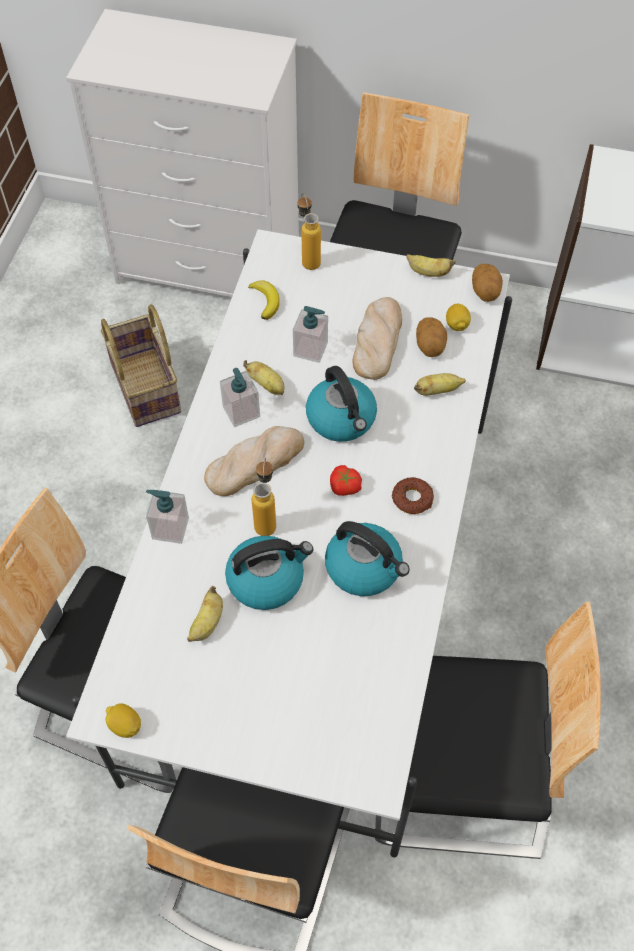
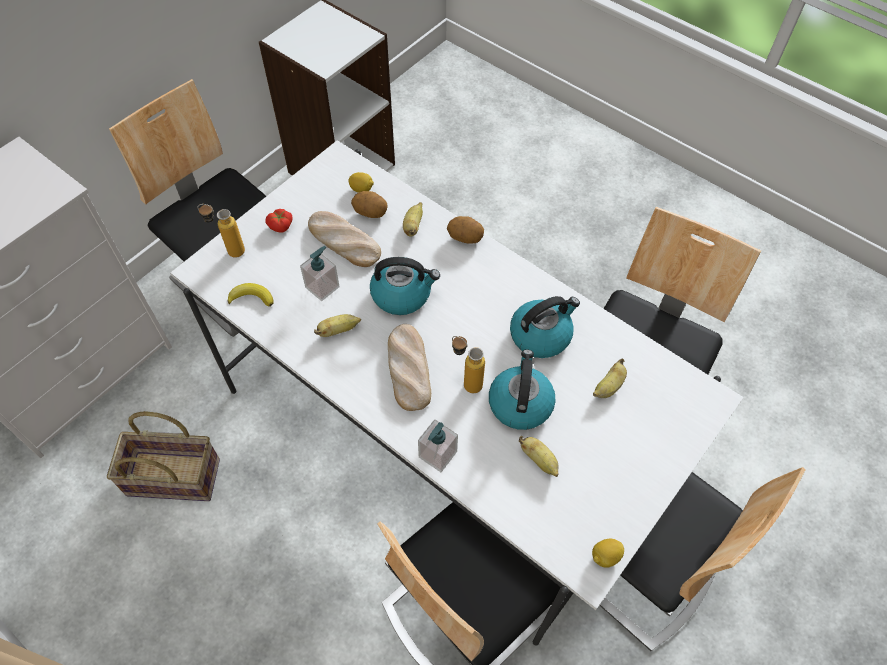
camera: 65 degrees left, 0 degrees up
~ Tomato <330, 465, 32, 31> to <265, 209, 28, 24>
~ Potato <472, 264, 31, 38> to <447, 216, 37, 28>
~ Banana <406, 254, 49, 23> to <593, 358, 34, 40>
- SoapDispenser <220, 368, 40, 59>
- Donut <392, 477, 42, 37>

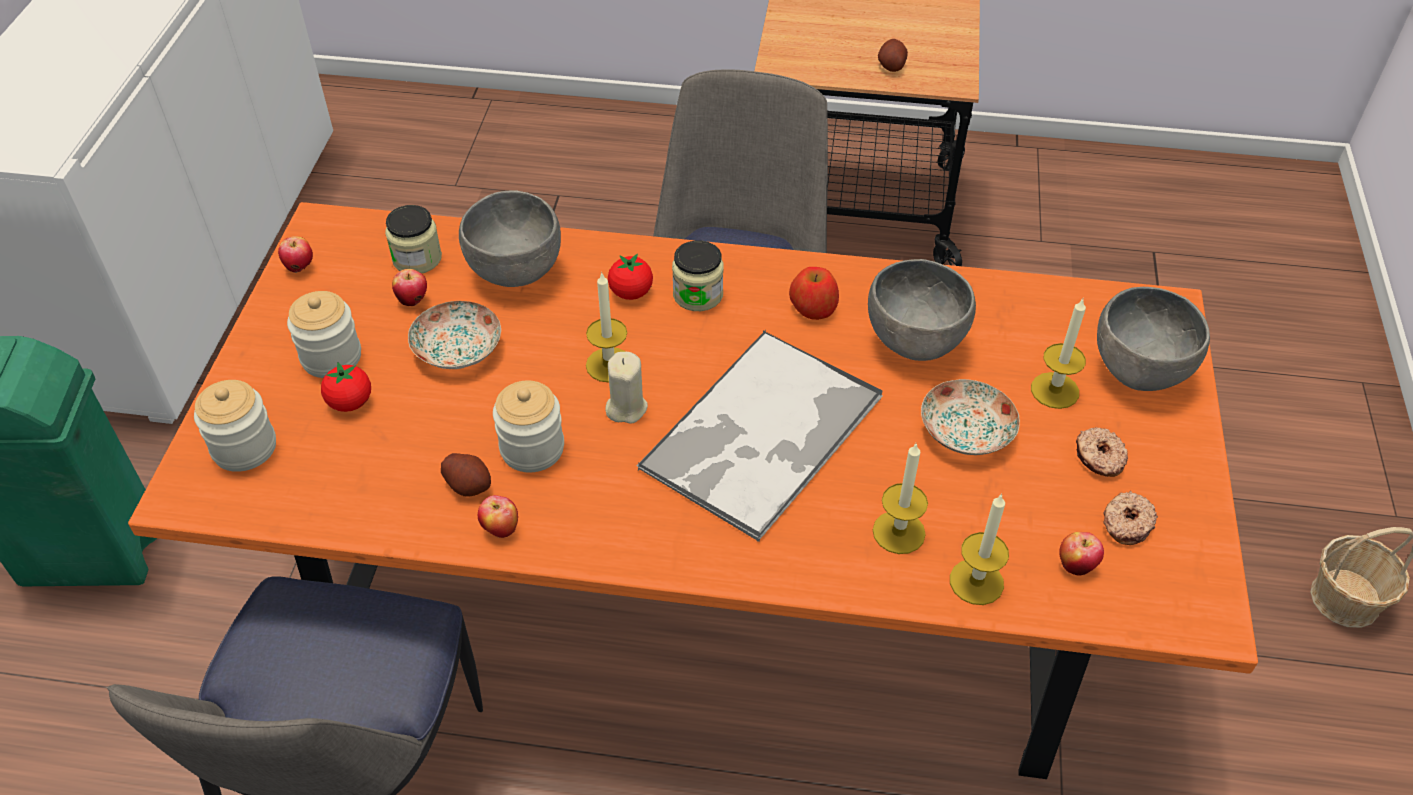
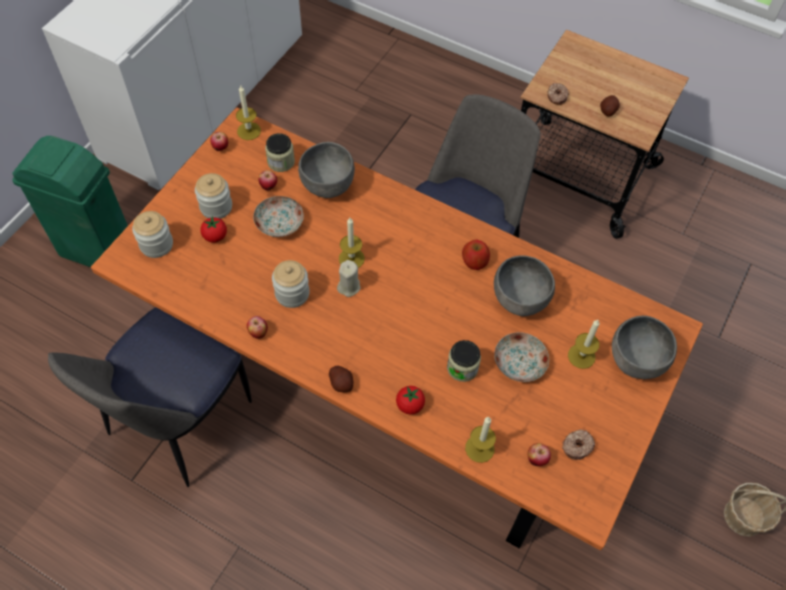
camera: 20 degrees right, 10 degrees up
~ Candle <873, 444, 55, 110> to <236, 85, 25, 55>
~ Potato <441, 453, 50, 44> to <329, 366, 24, 26>
~ Tomato <608, 253, 45, 47> to <396, 386, 29, 29>
~ Jar <672, 241, 52, 70> to <447, 340, 34, 42>
~ Donut <1076, 427, 52, 50> to <547, 83, 22, 22>
- Tray <636, 330, 247, 212>

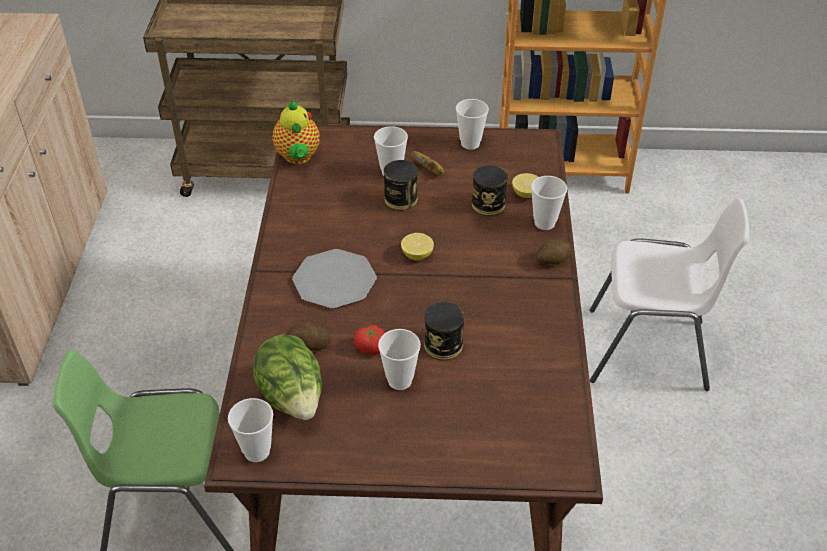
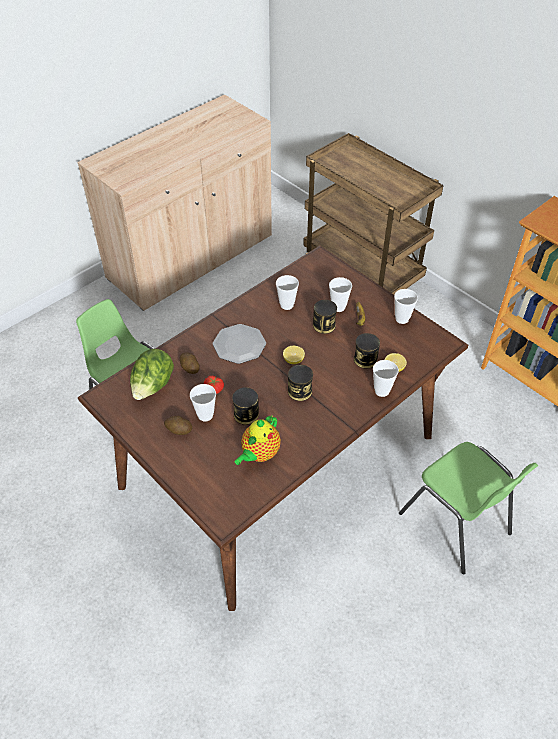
camera: 45 degrees right, 5 degrees up
~ Potato <536, 239, 36, 26> to <164, 416, 28, 19>
~ Teapot <273, 100, 47, 64> to <235, 414, 46, 51>
~ Cup <228, 398, 45, 64> to <276, 275, 23, 35>
+ Can <288, 365, 25, 36>
~ WhiteChair <590, 198, 159, 193> to GreenChair <399, 442, 139, 132>

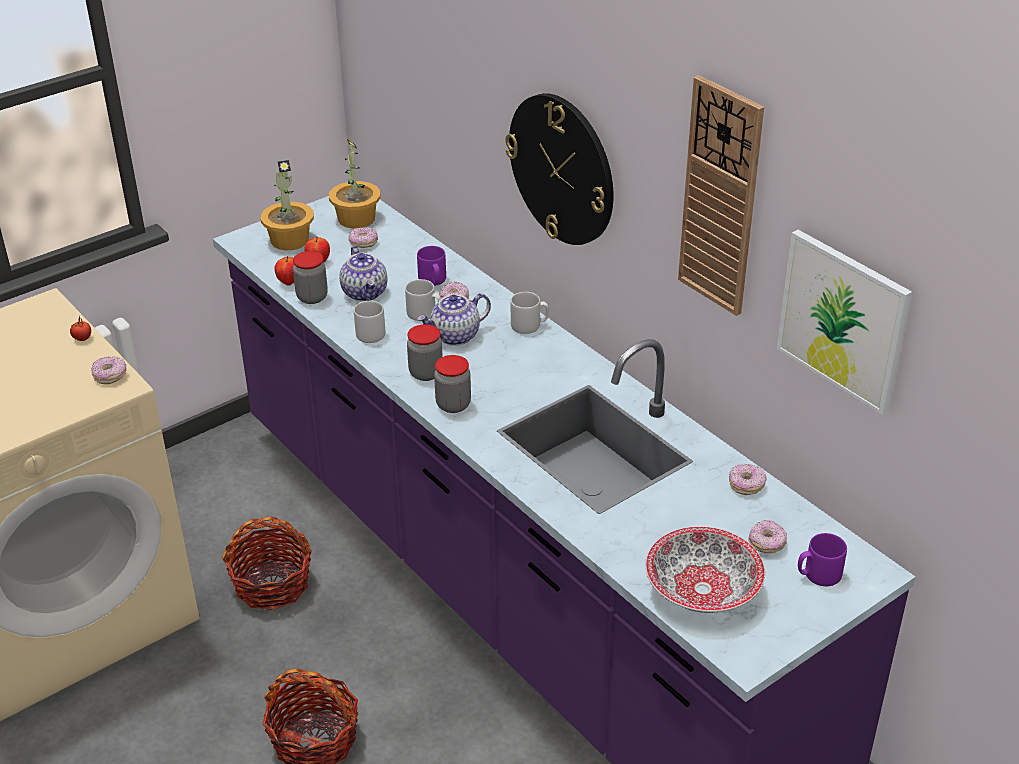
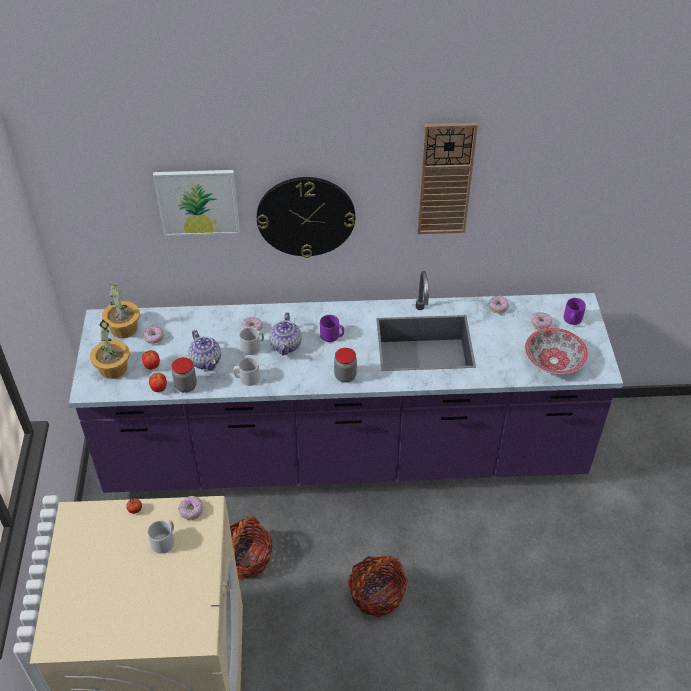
camera: 55 degrees left, 10 degrees up
~ GreyMug <511, 292, 38, 42> to <148, 520, 26, 34>
~ Picture <776, 230, 136, 185> to <153, 170, 87, 66>
~ Teapot <339, 246, 48, 55> = <188, 330, 33, 41> 45 degrees clockwise
~ PurpleMug <417, 246, 29, 40> to <320, 315, 24, 27>
- Jar <407, 324, 36, 57>

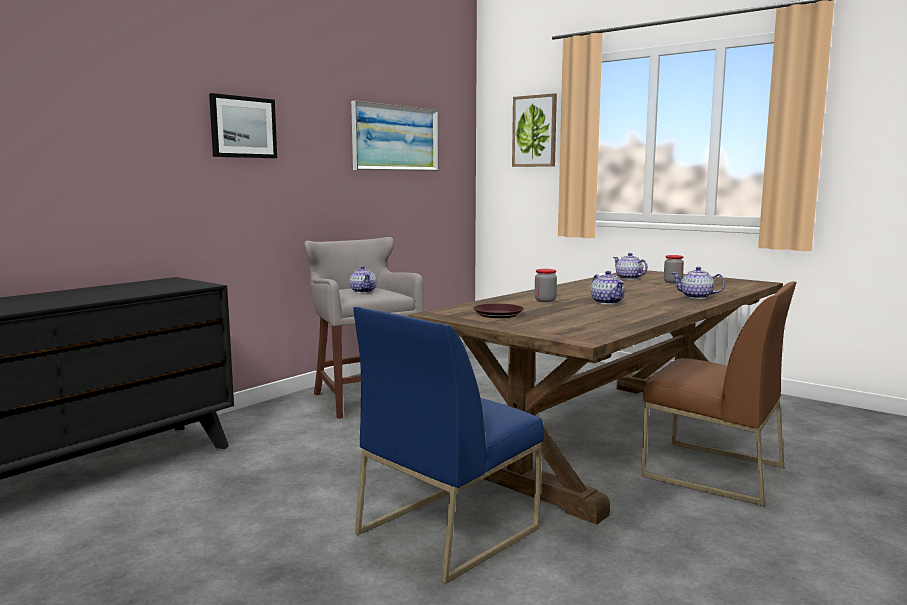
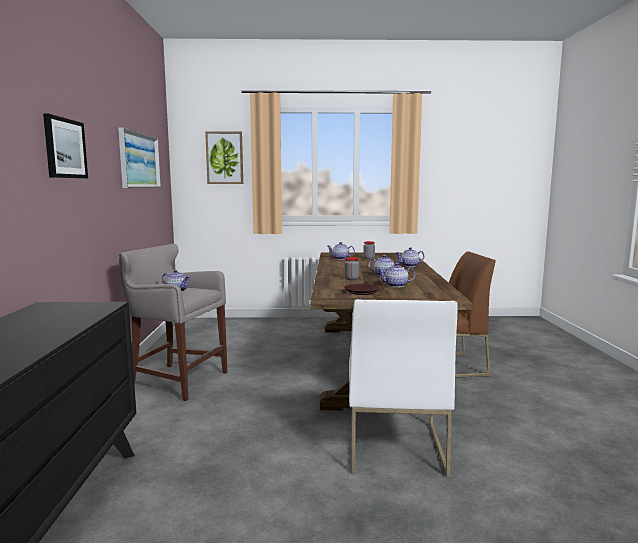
camera: 40 degrees left, 0 degrees up
~ BlueChair <353, 307, 191, 277> to WhiteChair <349, 299, 108, 178>
+ Teapot <378, 263, 37, 24>

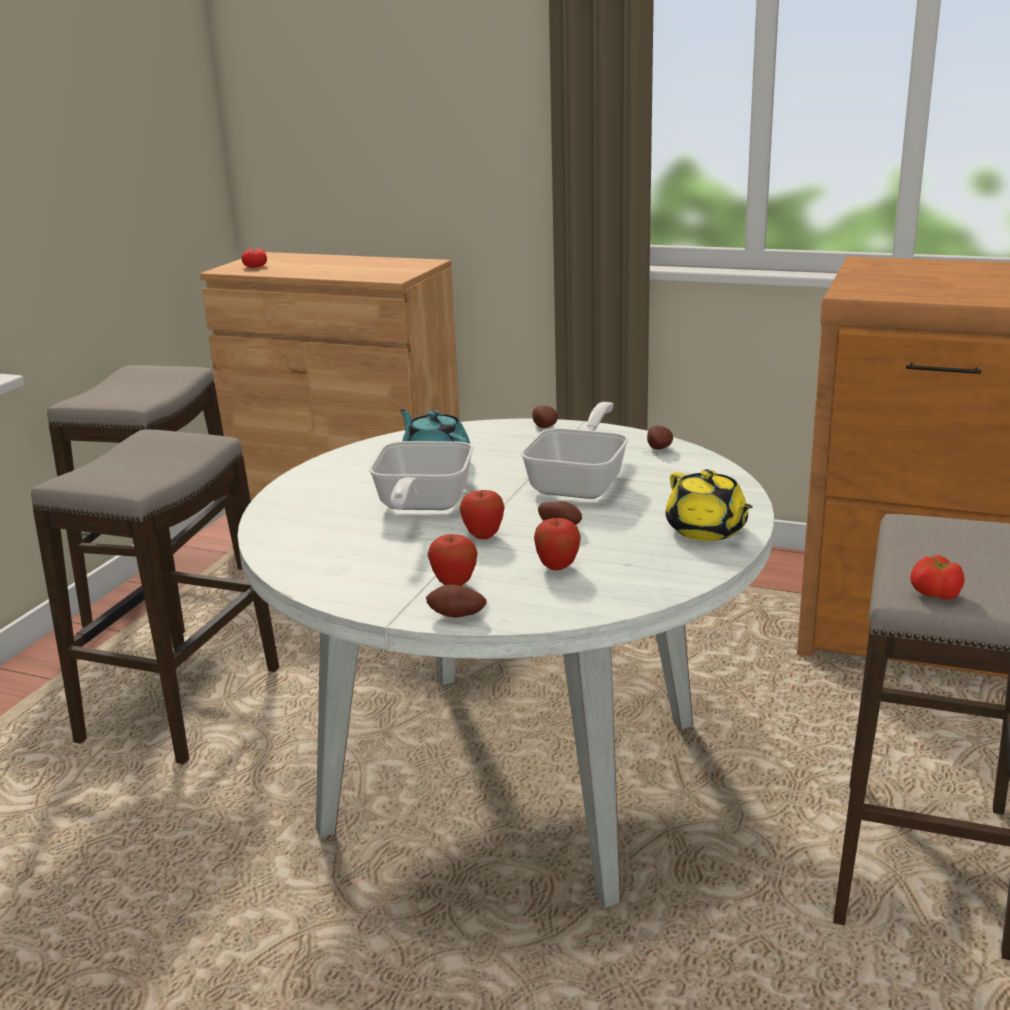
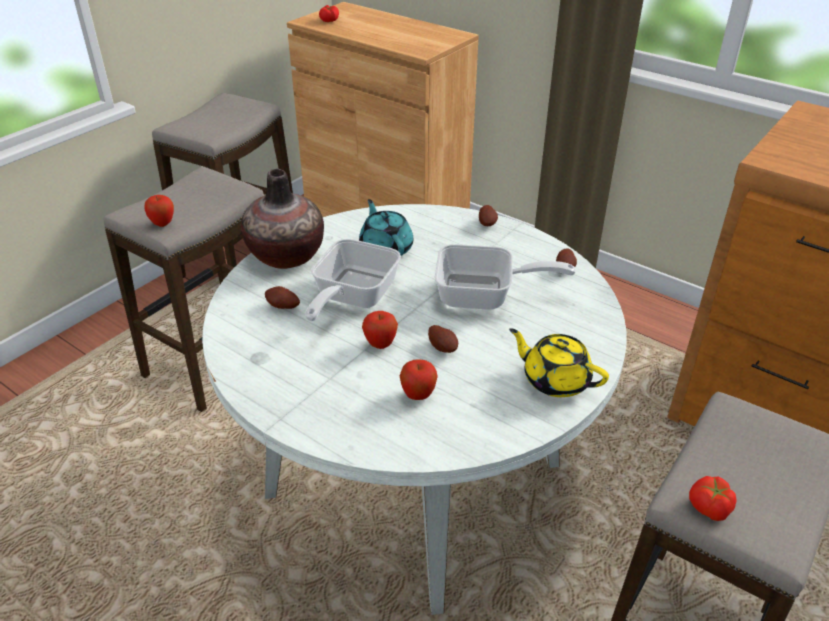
camera: 15 degrees right, 15 degrees up
~ Apple <427, 534, 51, 52> to <144, 195, 30, 32>
+ Vase <241, 169, 83, 100>
~ Potato <426, 585, 61, 33> to <265, 286, 35, 23>
~ FryingPan <521, 402, 108, 97> = <435, 244, 140, 66> 60 degrees clockwise
~ YellowTeapot <666, 469, 87, 72> = <509, 328, 100, 69> 135 degrees clockwise

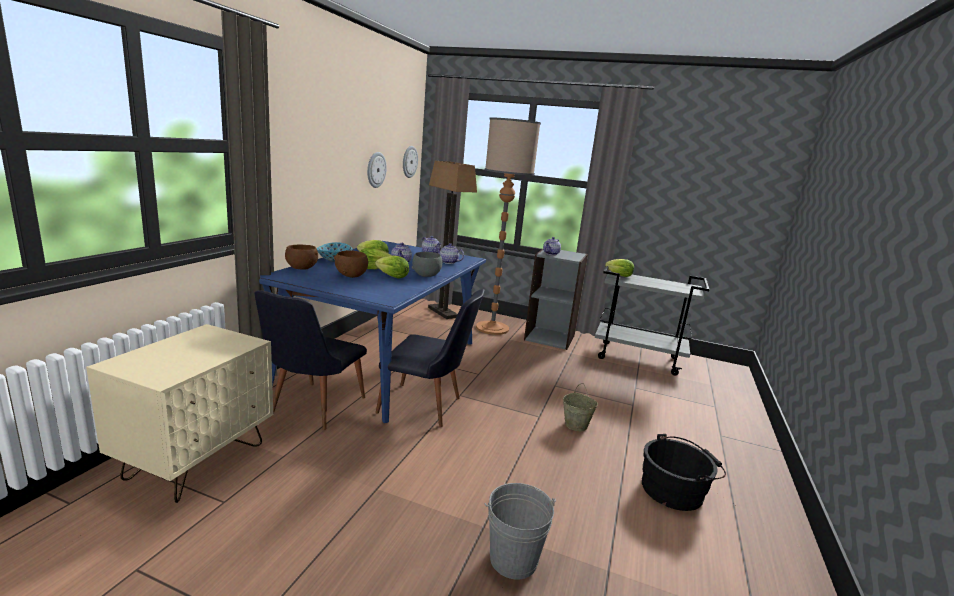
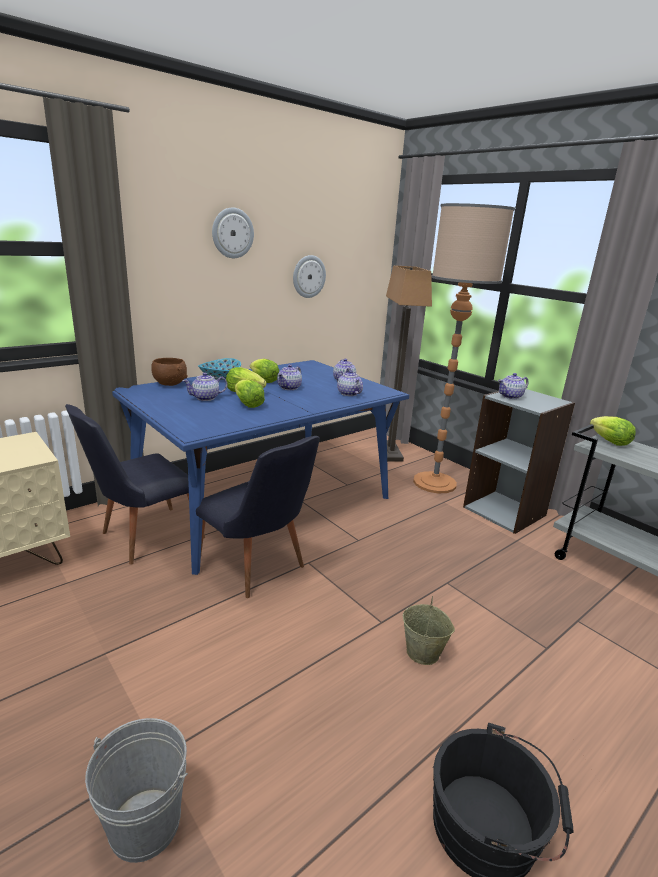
camera: 30 degrees right, 5 degrees up
~ BrownBowl <334, 250, 34, 28> to Teapot <183, 373, 44, 28>
~ WallClock <403, 146, 15, 32> to <212, 208, 42, 50>
- GreyBowl <412, 252, 30, 25>

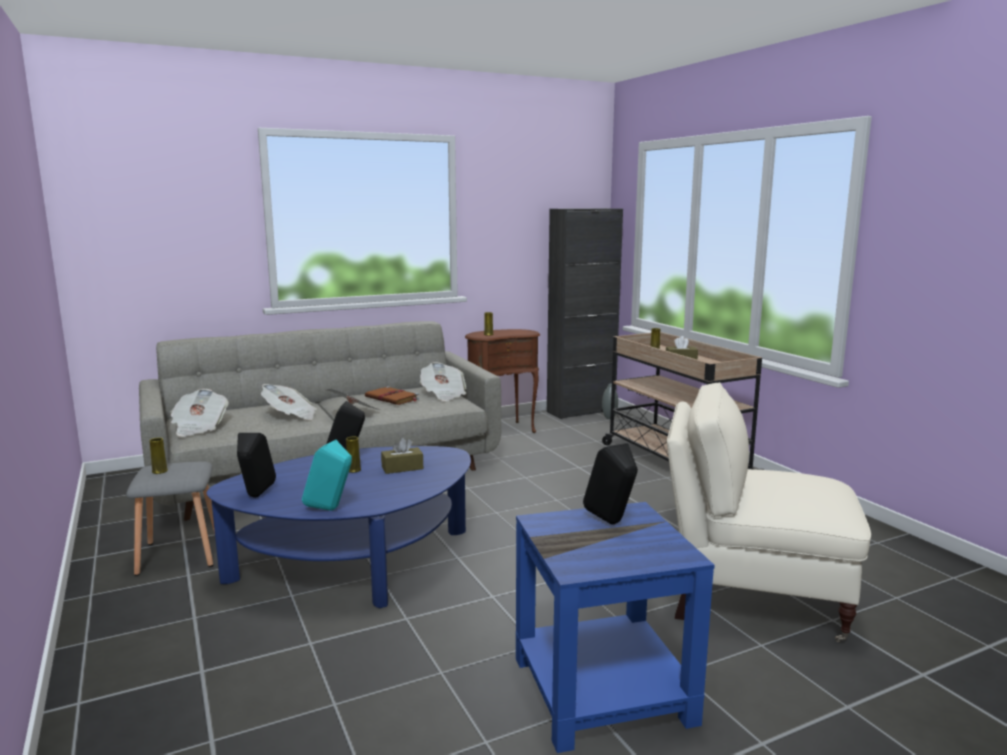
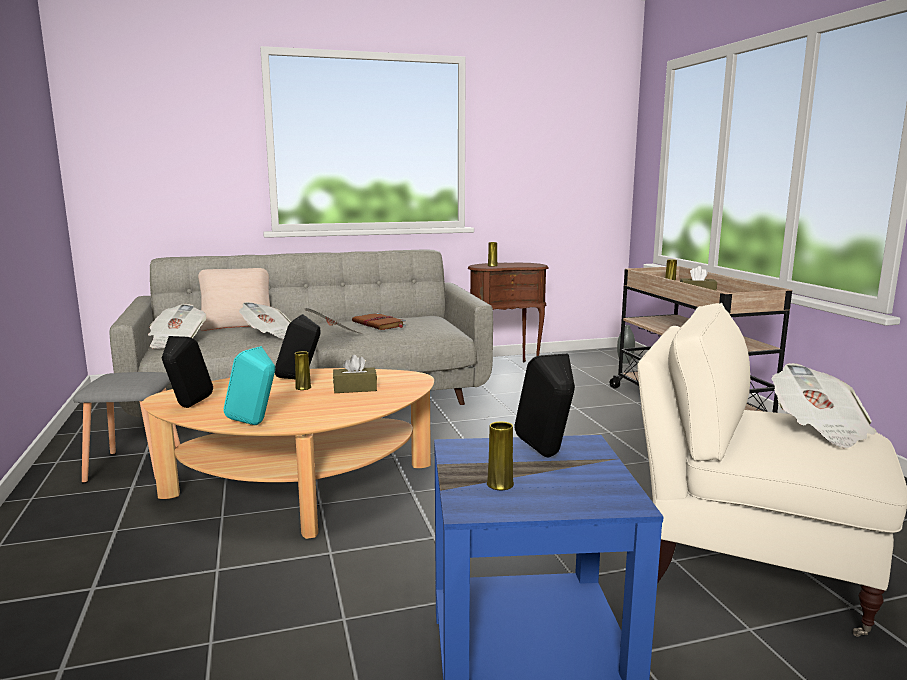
camera: 10 degrees right, 0 degrees up
~ BlueCoffeeTable <207, 446, 264, 162> to BeigeCoffeeTable <142, 368, 292, 171>
+ BeigePillow <198, 268, 72, 63>
~ YellowVase <149, 438, 19, 36> to <487, 421, 27, 69>
~ Newspaper <420, 362, 46, 39> to <772, 363, 105, 85>
- BlackCabinet <547, 208, 76, 211>

